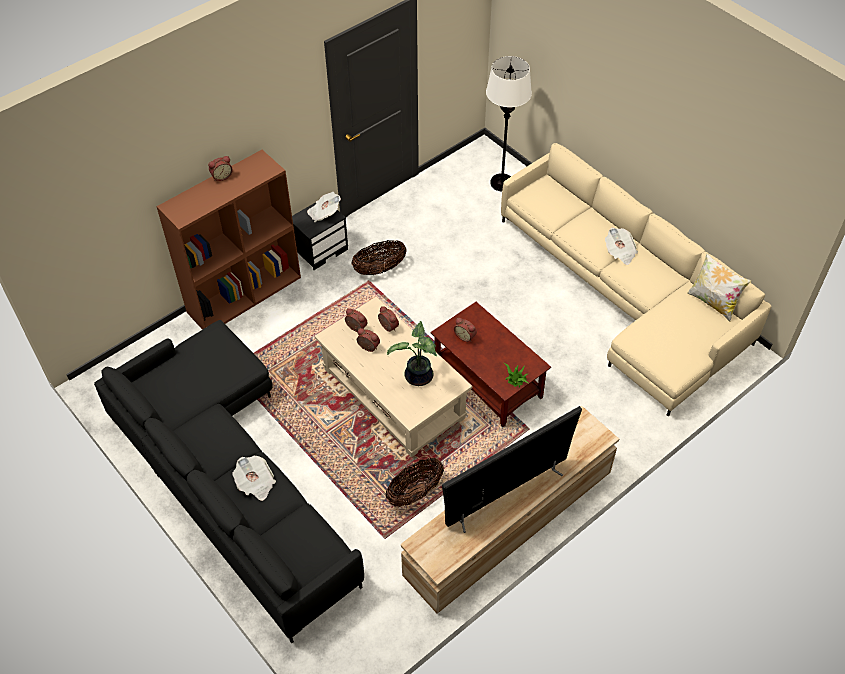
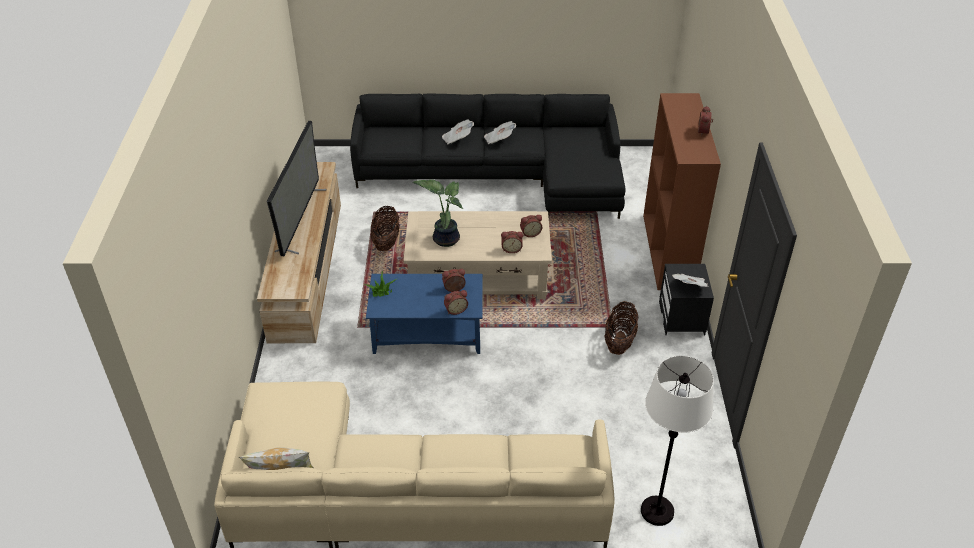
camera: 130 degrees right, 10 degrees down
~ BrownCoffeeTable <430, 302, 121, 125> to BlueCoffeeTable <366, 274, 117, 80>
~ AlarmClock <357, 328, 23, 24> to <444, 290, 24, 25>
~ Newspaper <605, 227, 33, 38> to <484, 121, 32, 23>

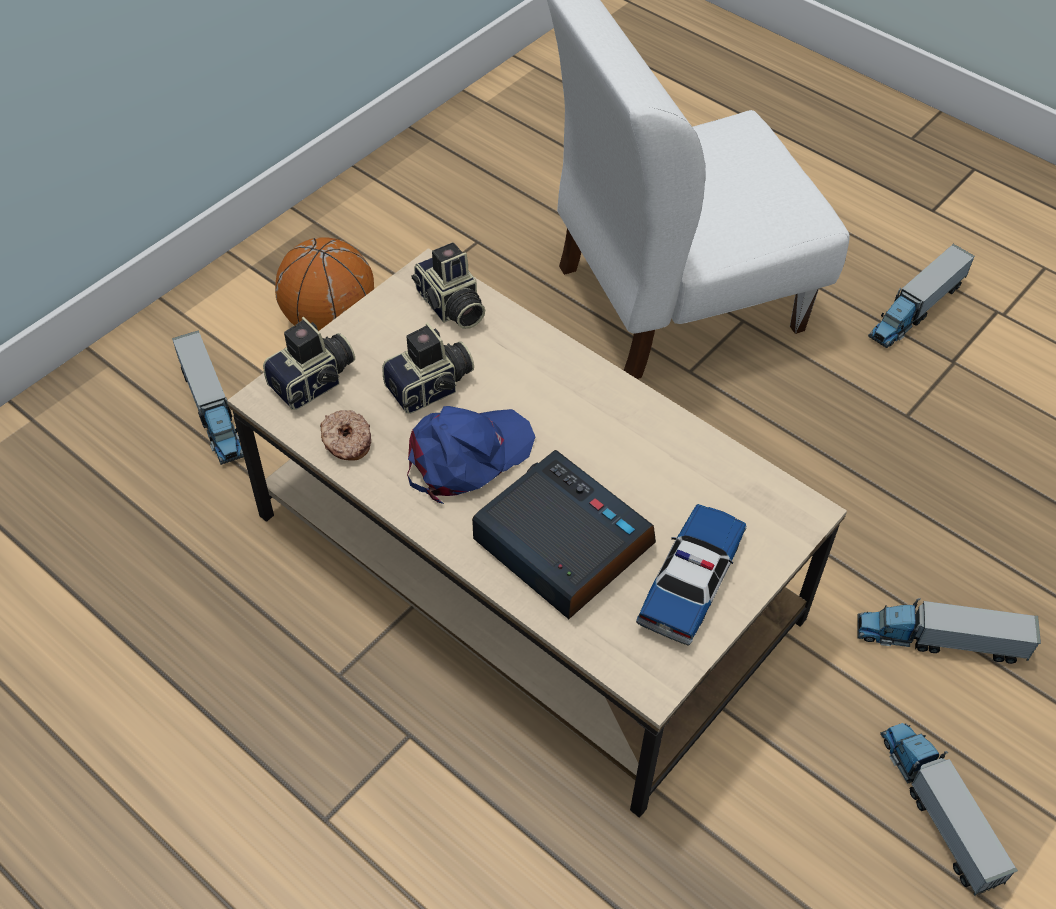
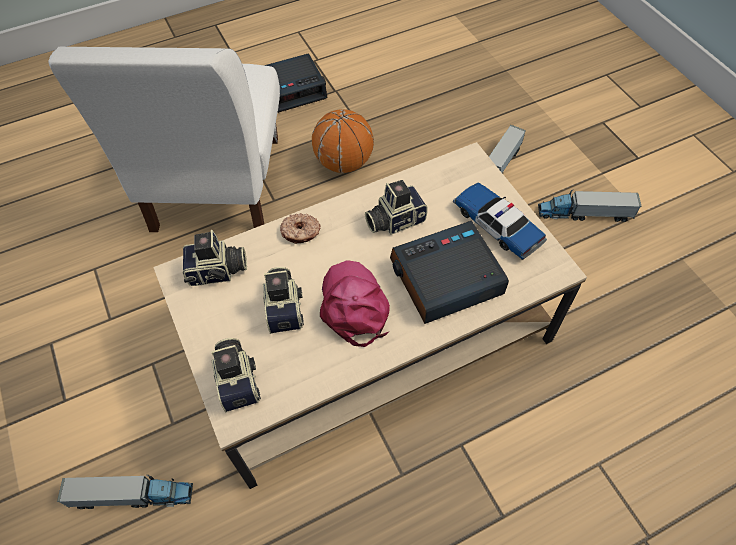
camera: 65 degrees left, 5 degrees up
~ ToyTruck <868, 244, 107, 104> to AlarmClock <264, 53, 64, 60>
~ Donut <320, 410, 51, 51> to <280, 213, 41, 31>
~ Basketball <275, 237, 99, 94> to <312, 109, 62, 64>
~ BlueCap <407, 406, 128, 98> to PinkCap <320, 260, 70, 87>
+ PhotoCamera <365, 180, 63, 55>

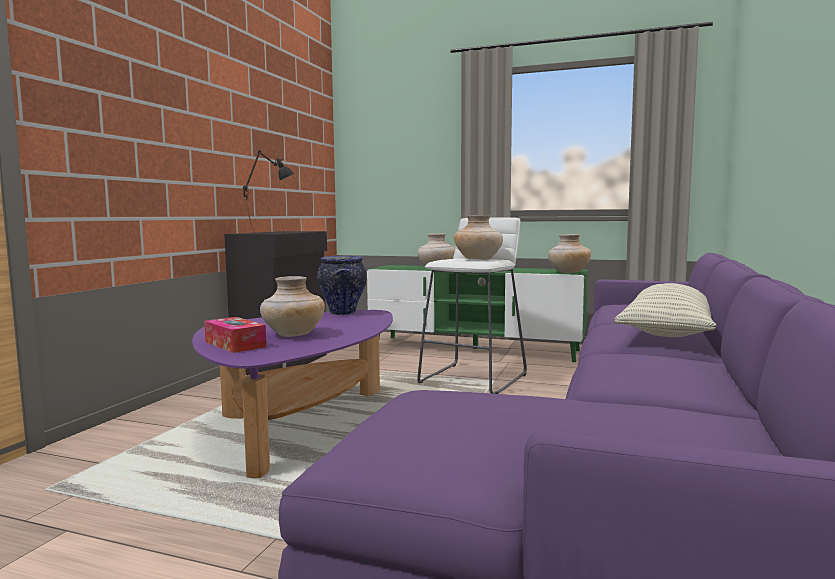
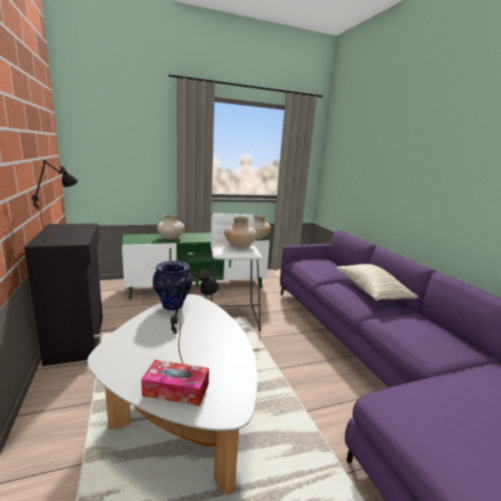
camera: 40 degrees left, 10 degrees up
~ PurpleCoffeeTable <192, 310, 201, 168> to WhiteCoffeeTable <88, 294, 170, 201>
~ BeigeVase <260, 276, 65, 61> to BlackTableLamp <171, 269, 48, 95>

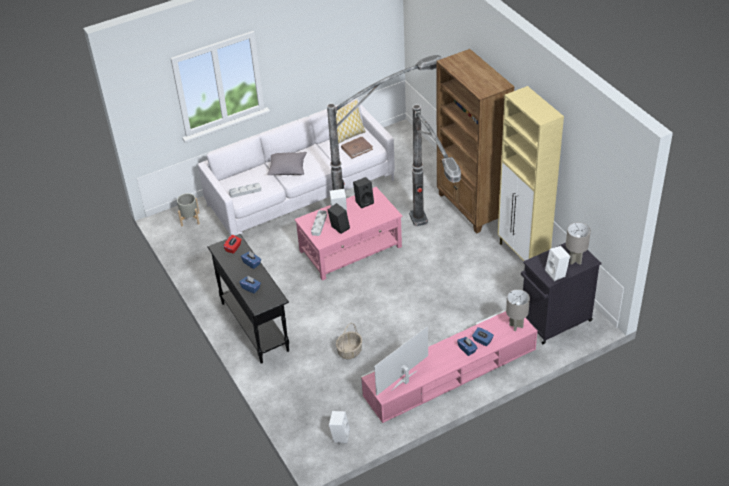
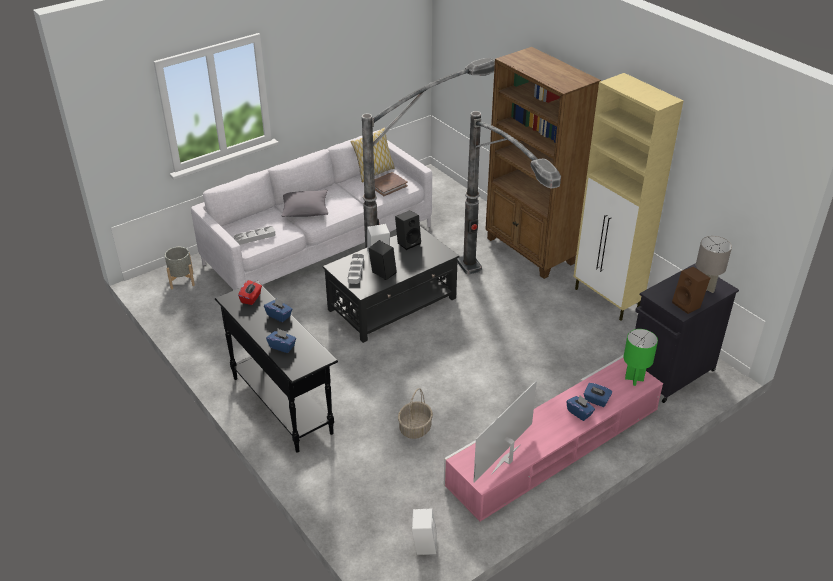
camera: 10 degrees left, 5 degrees down
~ PinkCoffeeTable <294, 187, 108, 94> to BlackCoffeeTable <323, 226, 137, 117>
~ GreyTableLamp <506, 289, 24, 42> to GreenTableLamp <624, 329, 34, 57>
~ WhiteSpeaker <545, 246, 25, 35> to BrownSpeaker <672, 267, 38, 47>

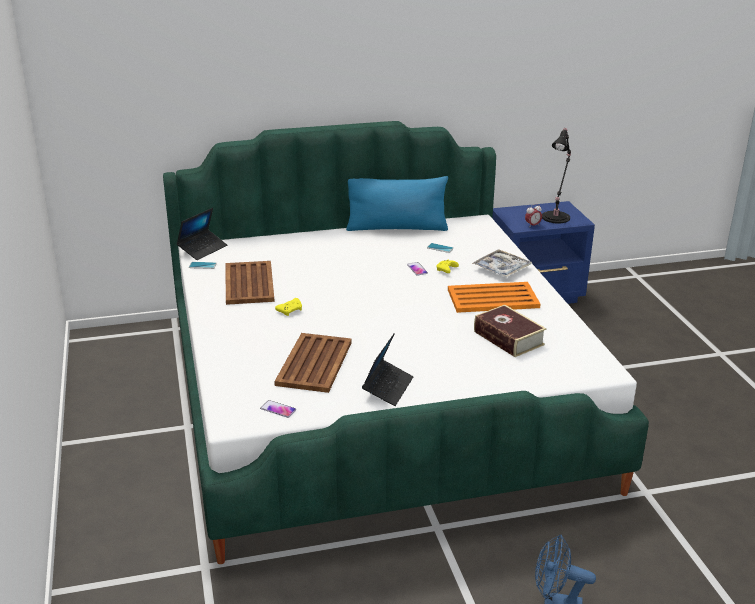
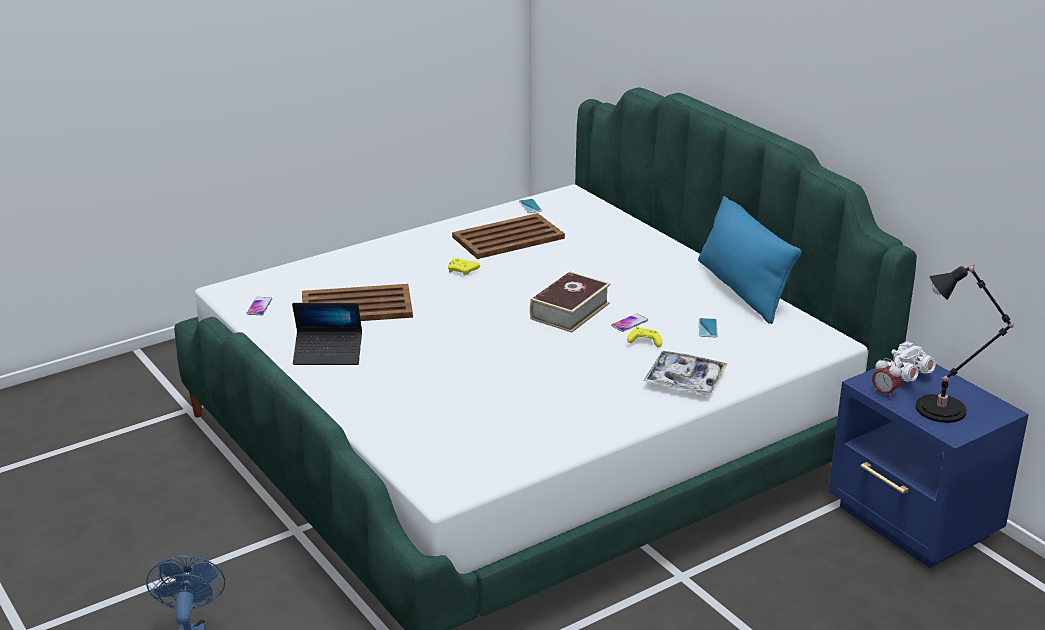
camera: 70 degrees right, 0 degrees up
~ Book <474, 305, 72, 52> to <530, 272, 80, 61>
+ WhiteBinoculars <876, 341, 60, 41>
- Laptop <176, 208, 51, 52>
- OrangeTray <448, 282, 92, 31>

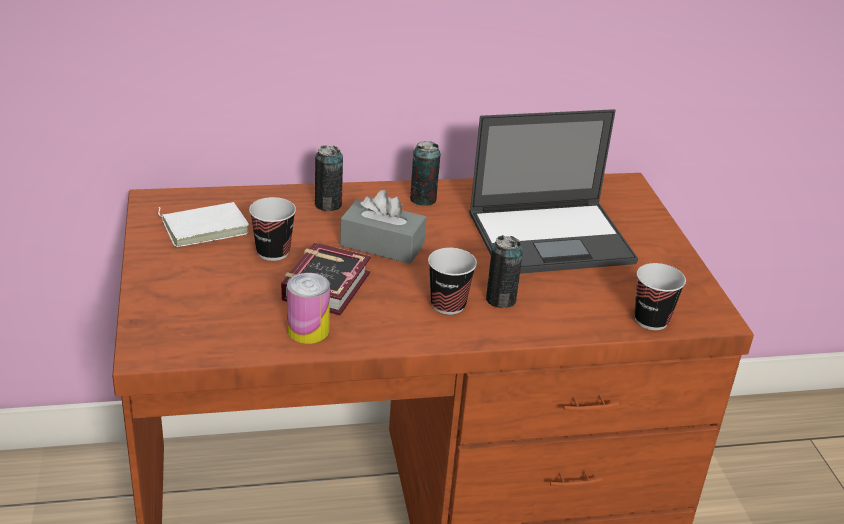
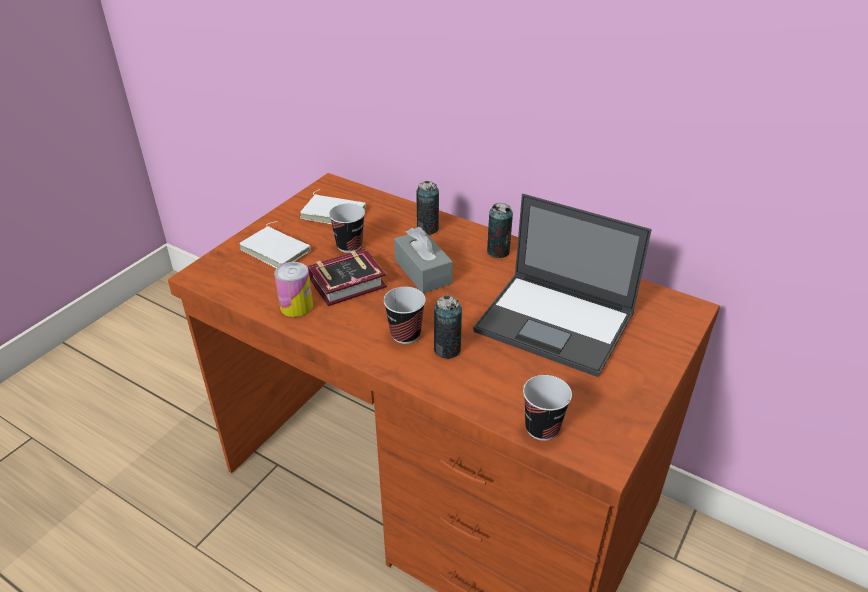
camera: 45 degrees right, 5 degrees up
+ WhiteBook <239, 221, 72, 47>

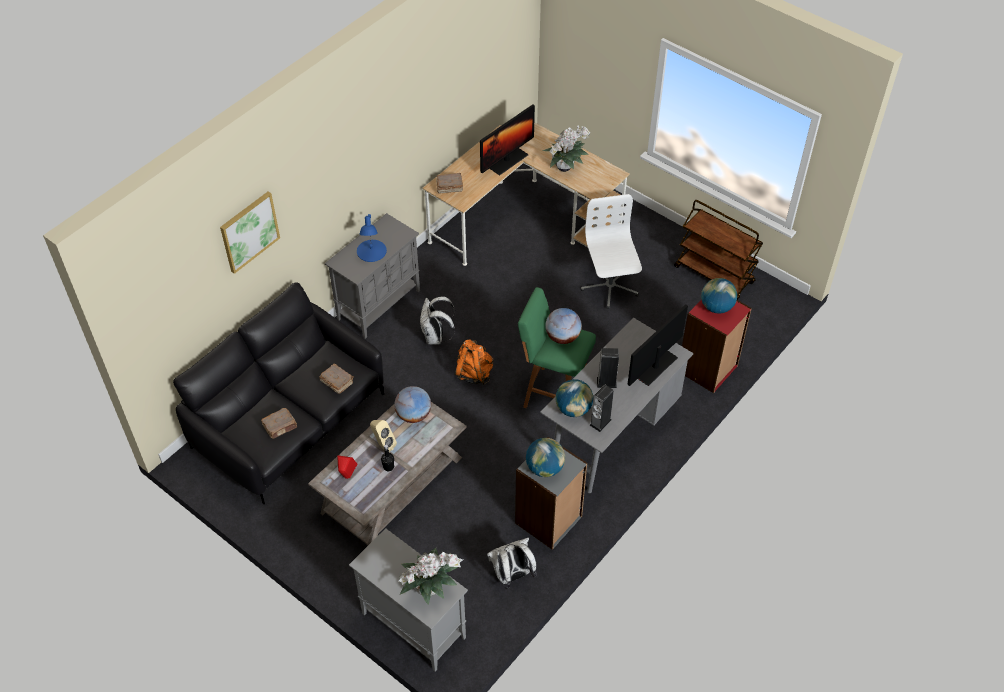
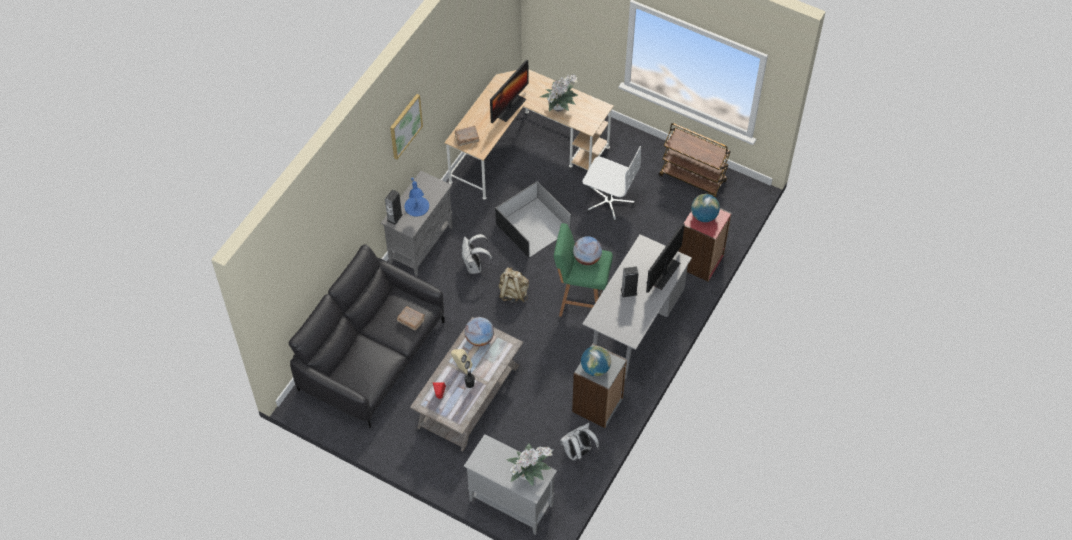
camera: 10 degrees left, 5 degrees up
~ Speaker <590, 385, 24, 47> to <385, 189, 18, 36>
~ Picture <220, 192, 60, 82> to <390, 94, 33, 66>
+ BlackStorageBox <495, 181, 76, 76>
~ OrangeBackpack <455, 339, 39, 46> to BeigeBackpack <499, 267, 30, 36>
~ WhiteOfficeChair <581, 194, 61, 115> = <582, 146, 59, 75> 135 degrees clockwise
- BrownBook <261, 408, 36, 31>
- Globe <556, 379, 37, 38>

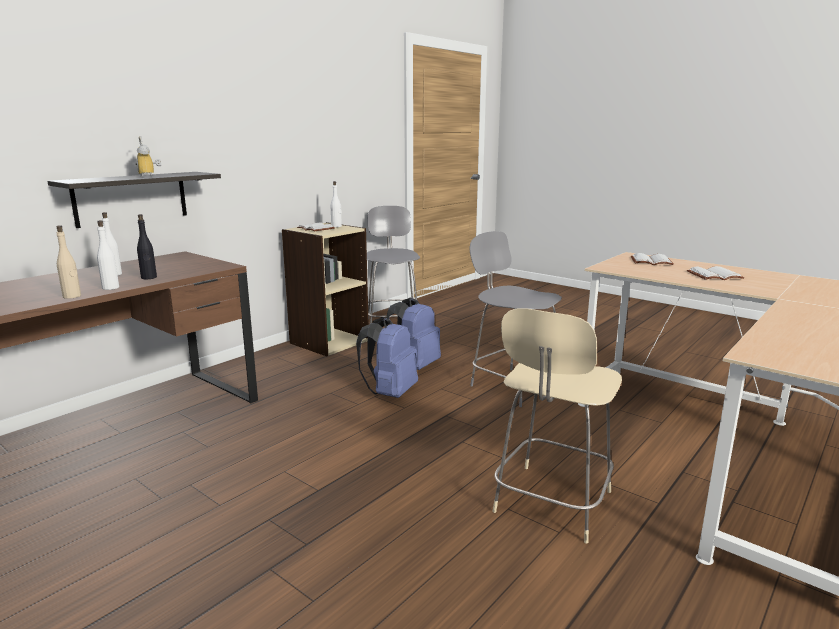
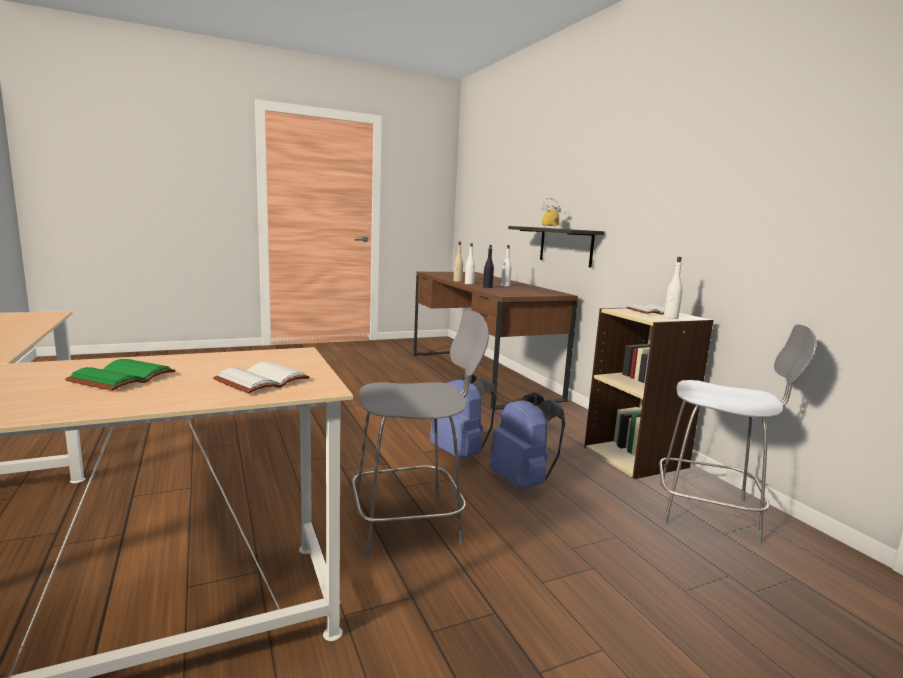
camera: 115 degrees right, 5 degrees down
~ WhiteBook <687, 266, 57, 14> to GreenBook <65, 359, 111, 32>
- BeigeChair <492, 308, 130, 236>

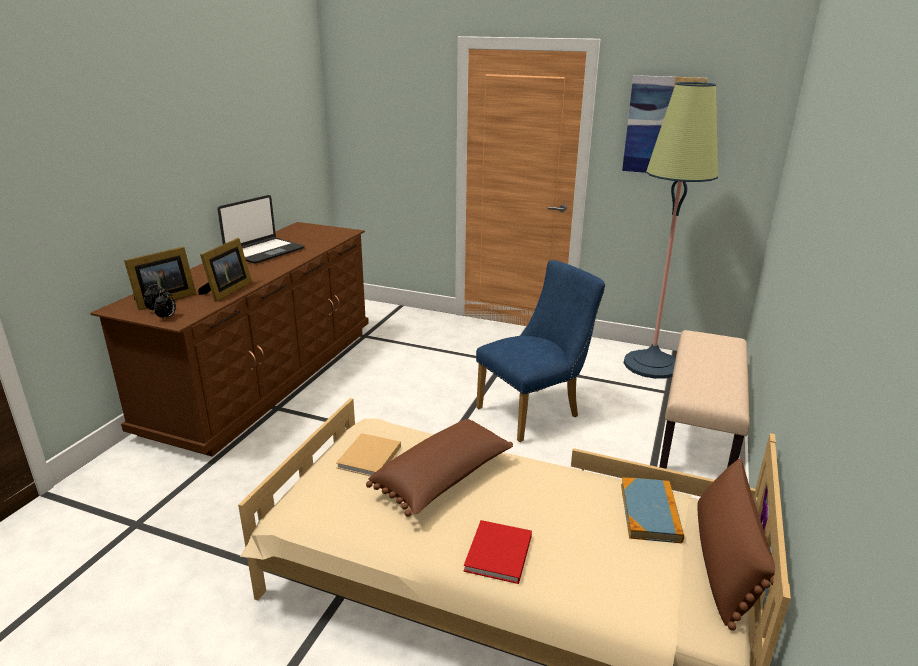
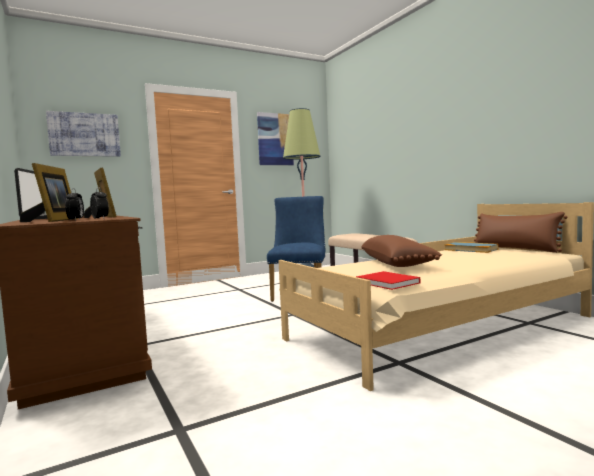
camera: 50 degrees left, 20 degrees down
+ Picture <46, 111, 75, 46>
~ RedBook <463, 520, 69, 64> to <356, 271, 64, 19>
- BeigeBook <336, 433, 65, 43>

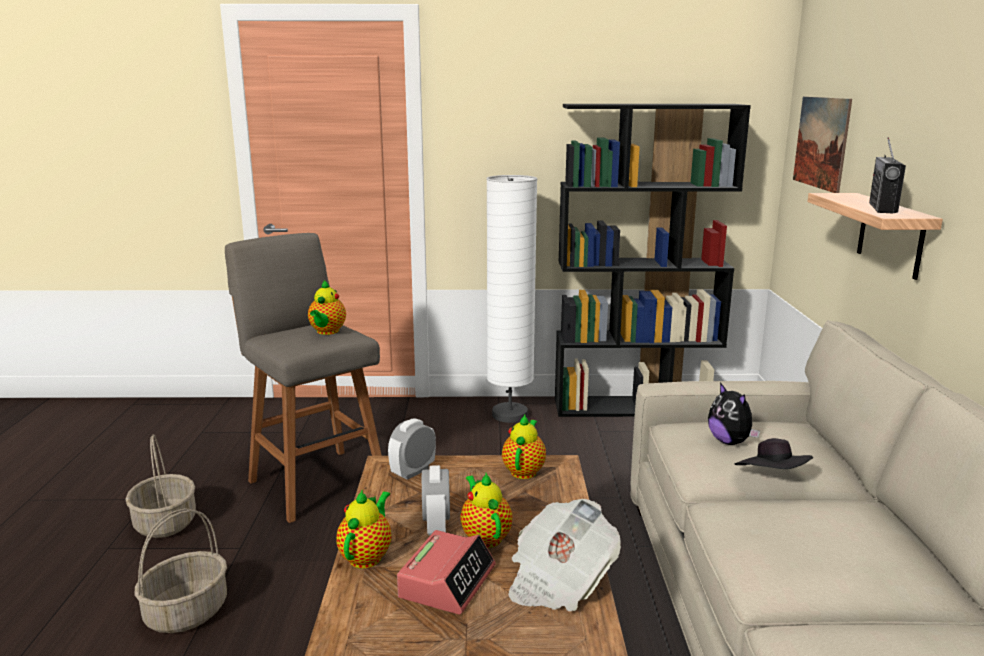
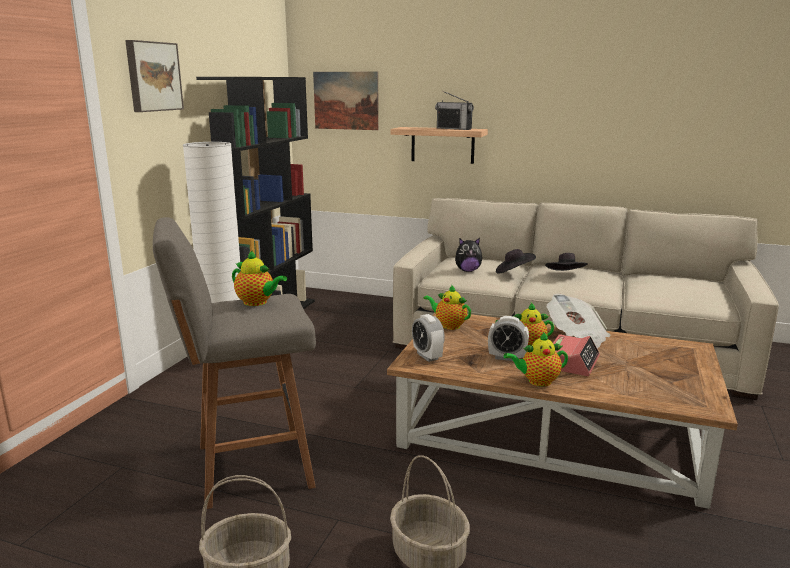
camera: 70 degrees left, 0 degrees up
+ Picture <125, 40, 59, 72>
~ Teapot <336, 489, 55, 80> = <504, 332, 64, 54> 45 degrees counterclockwise
+ BlackHat <545, 253, 43, 18>
~ AlarmClock <397, 530, 99, 84> = <553, 334, 47, 42> 75 degrees clockwise

